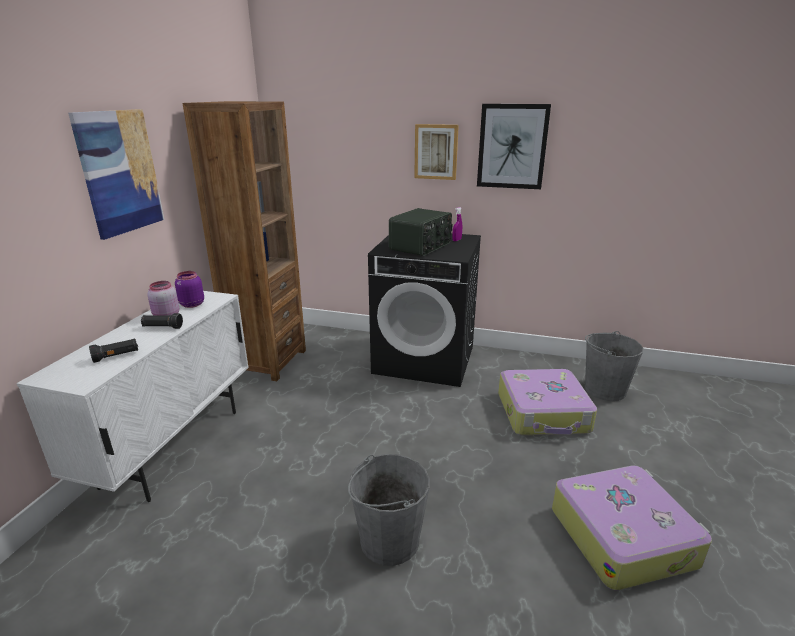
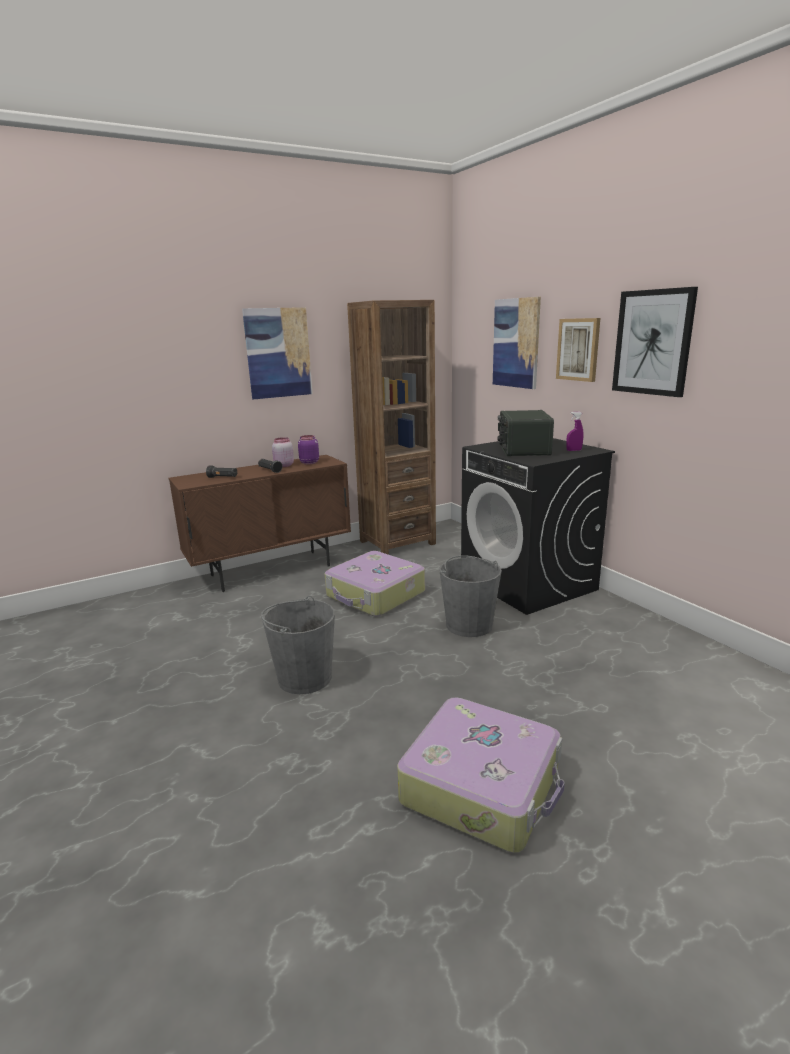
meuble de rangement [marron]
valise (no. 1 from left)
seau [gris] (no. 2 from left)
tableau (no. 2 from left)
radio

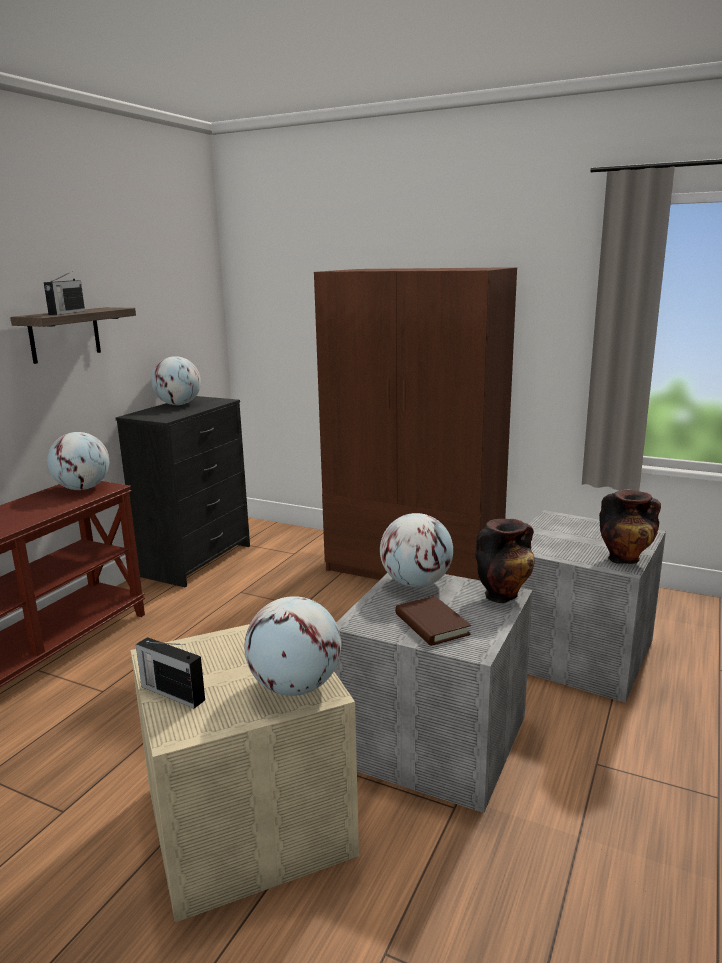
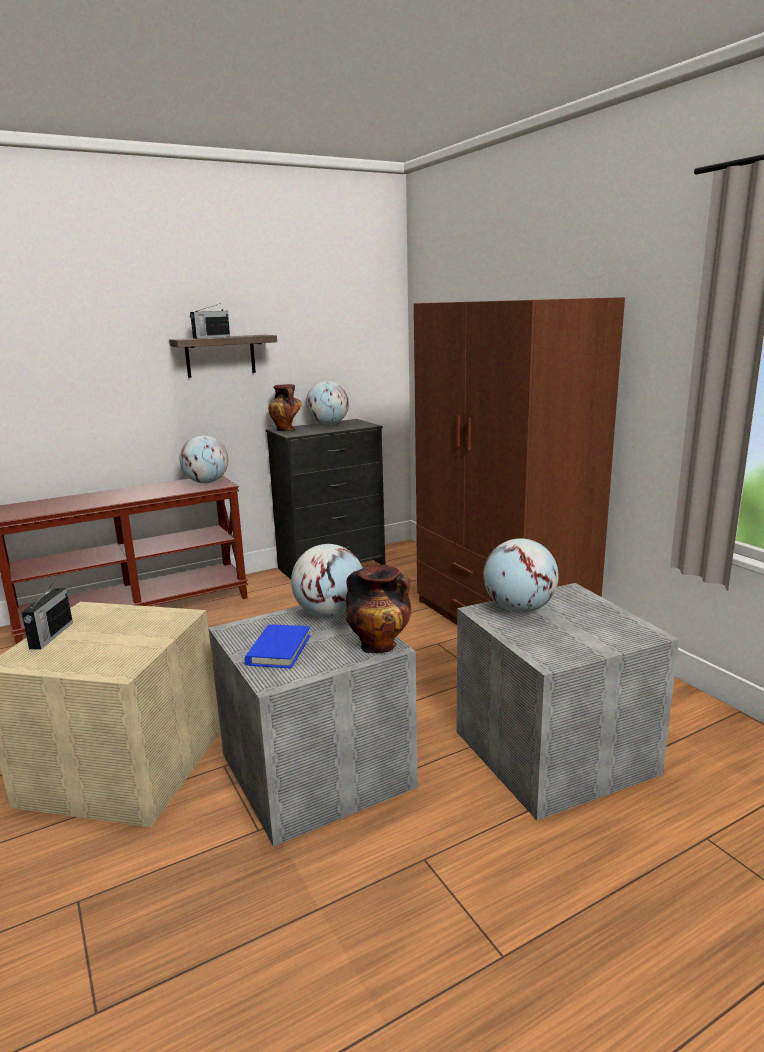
radio (no. 1 from left)
livre [bleu]
vase (no. 1 from left)
globe (no. 4 from left)

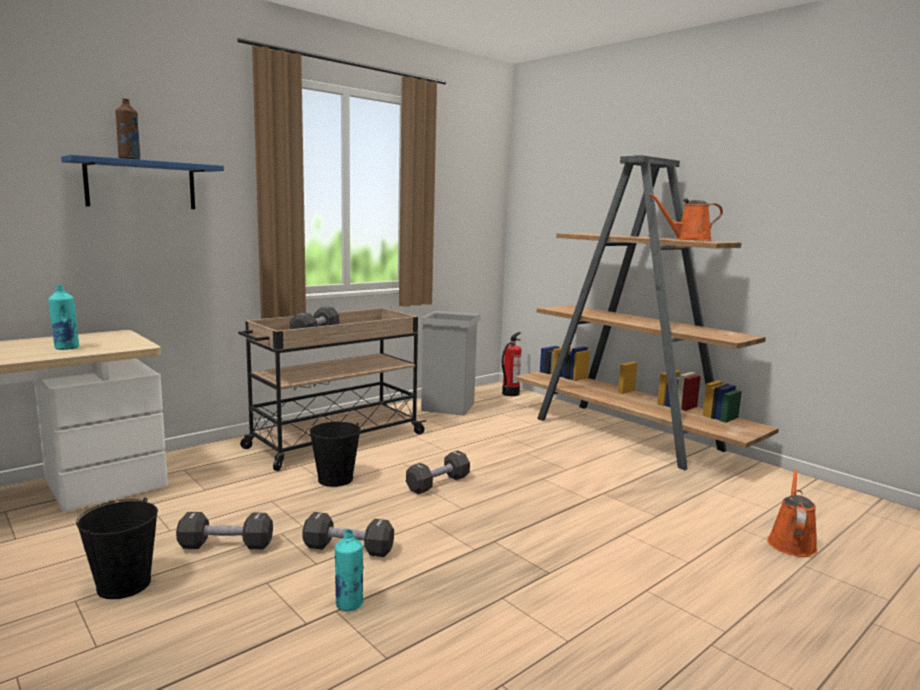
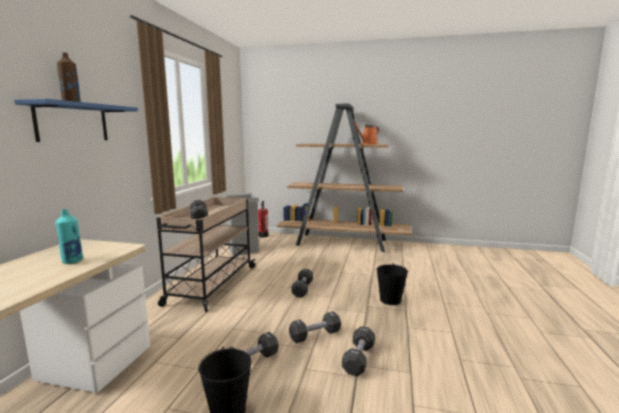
haltère [noir] (no. 5 from left)
seau [noir] (no. 2 from left)
arrosoir [orange] (no. 2 from left in the first image)

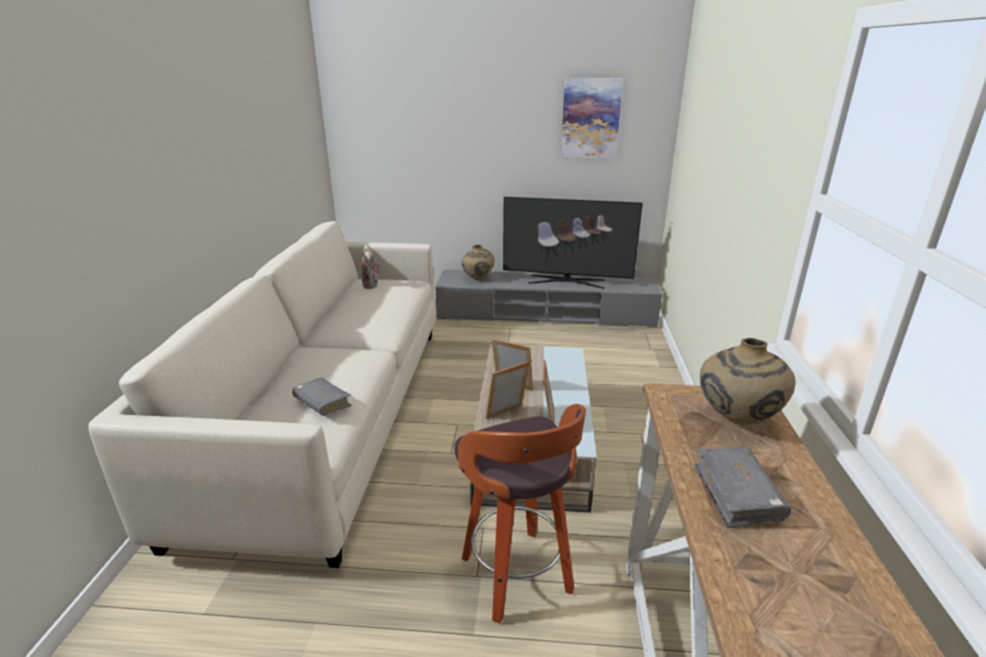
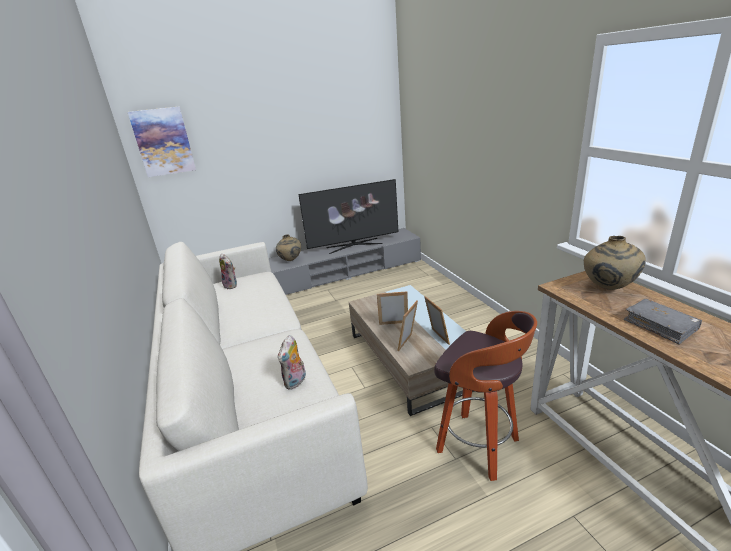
tableau
peluche (no. 2 from left)

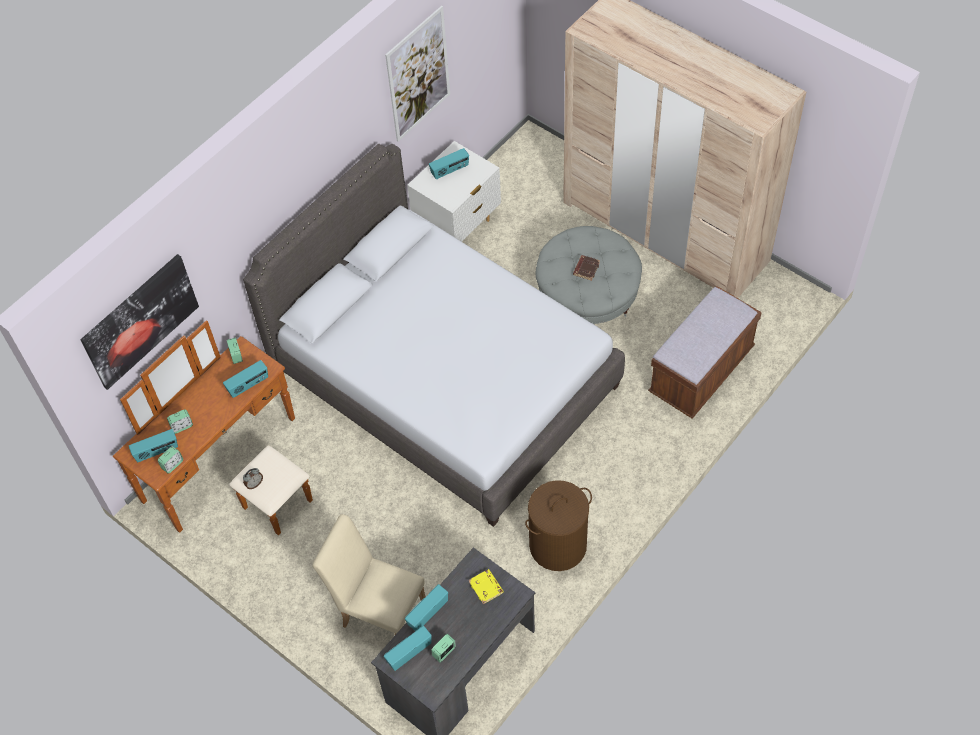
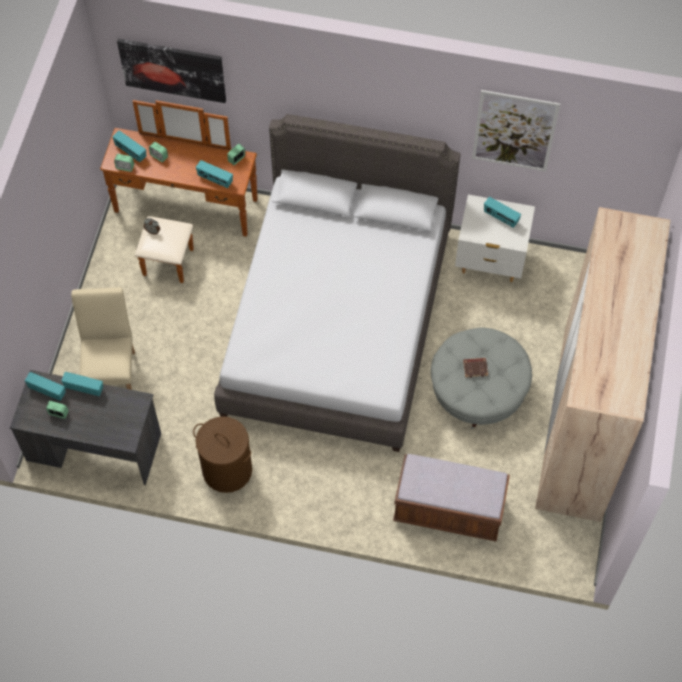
livre [jaune]

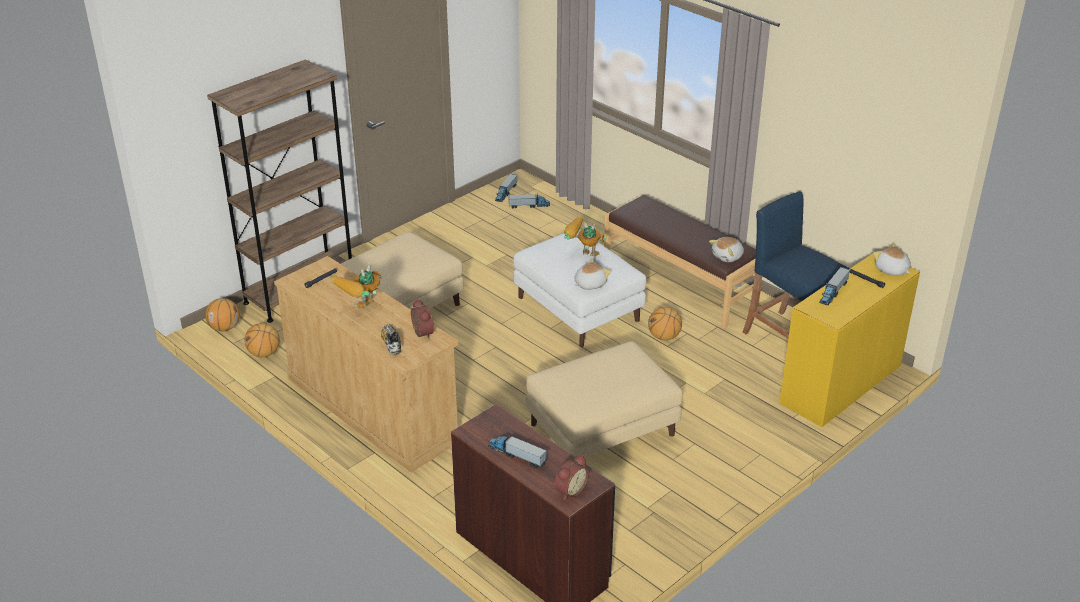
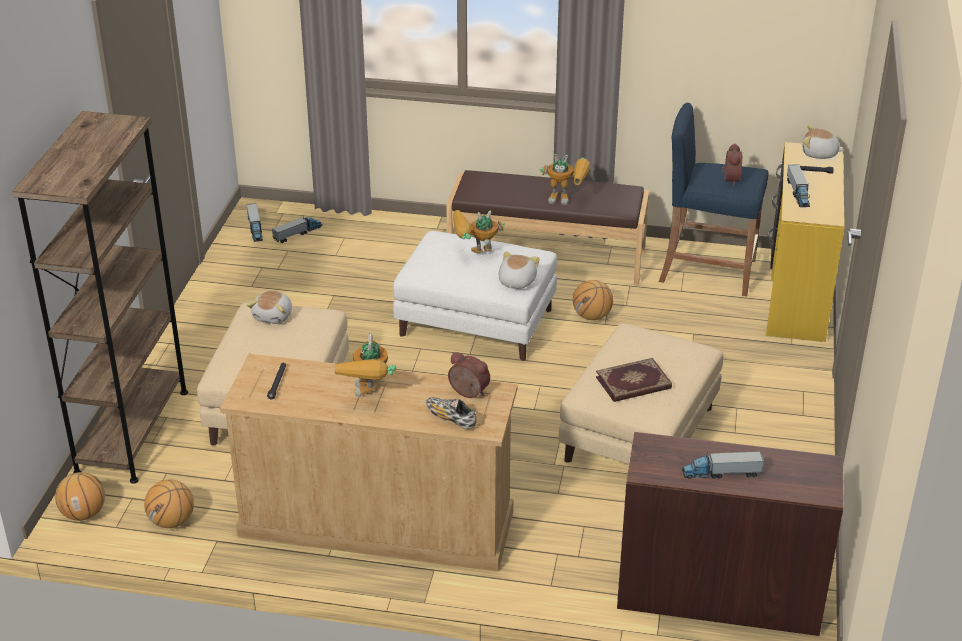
peluche (no. 1 from left)
robot jouet (no. 3 from left)
livre
réveil (no. 2 from left)

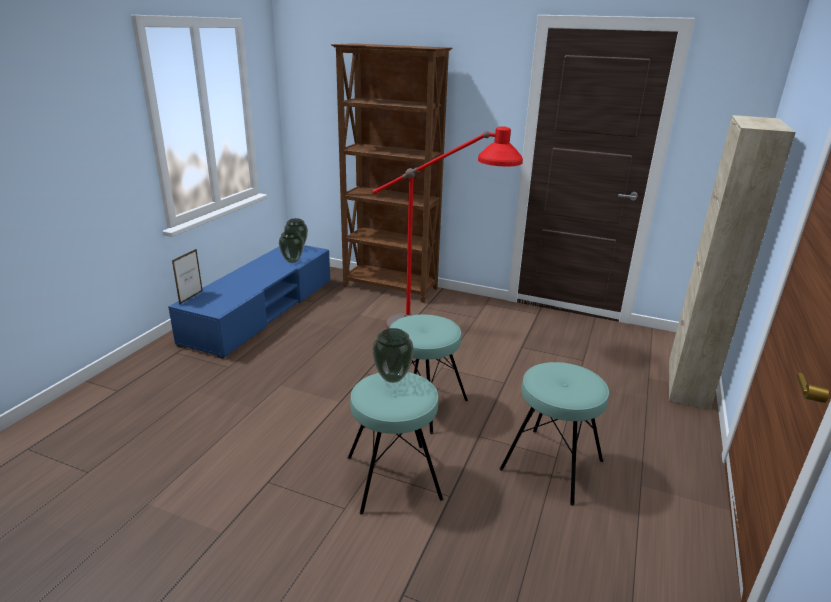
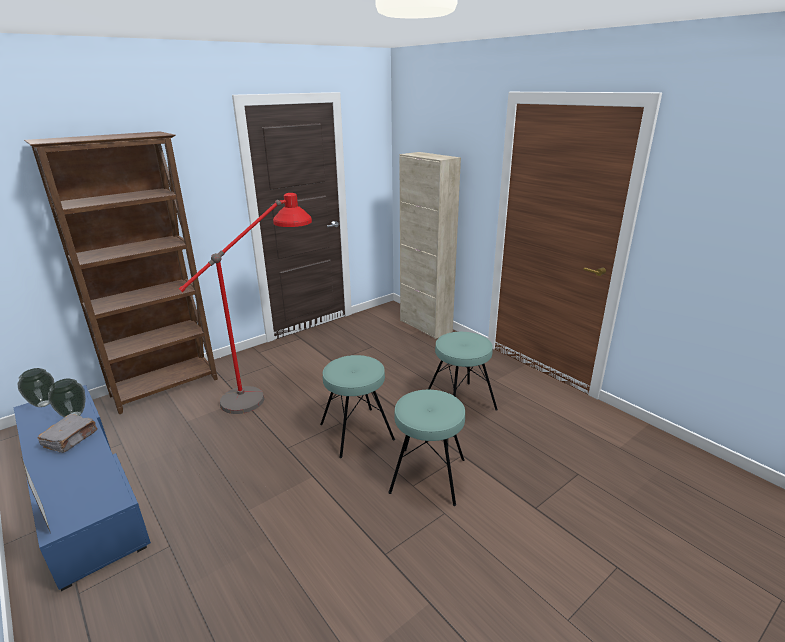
livre [gris]
vase (no. 3 from left in the first image)

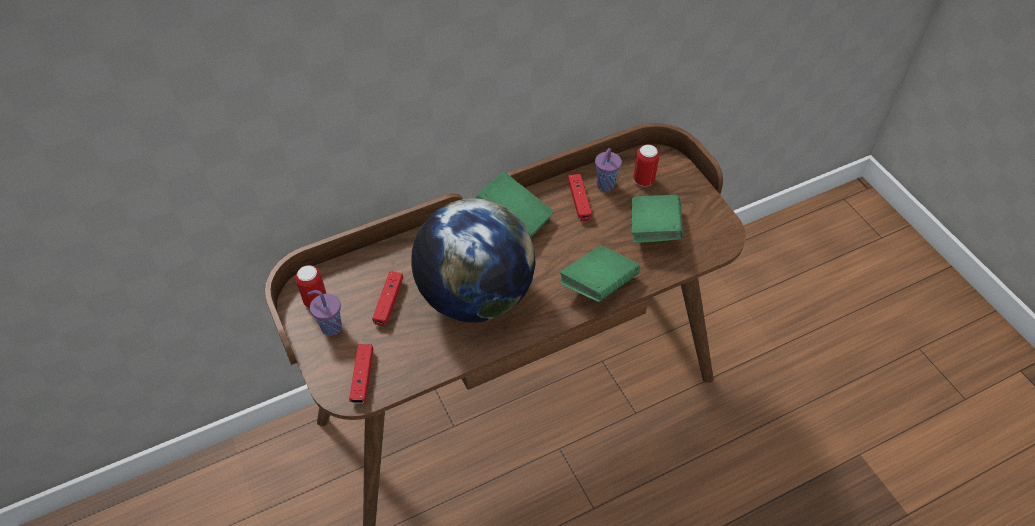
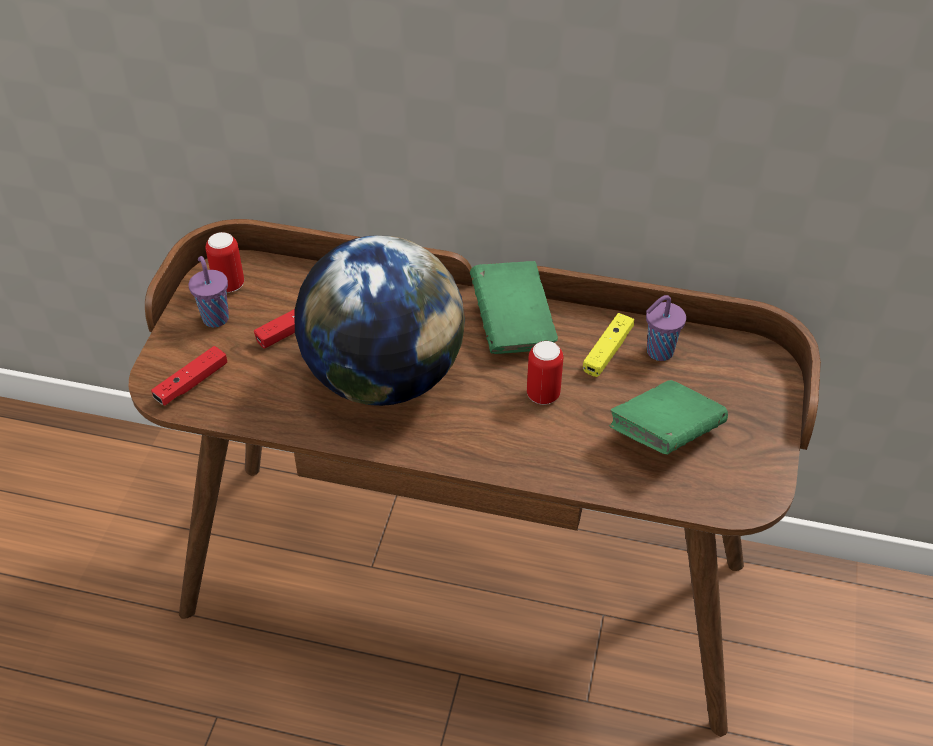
boîte métallique (no. 2 from left)
manette [jaune]
livre [vert] (no. 2 from left in the first image)

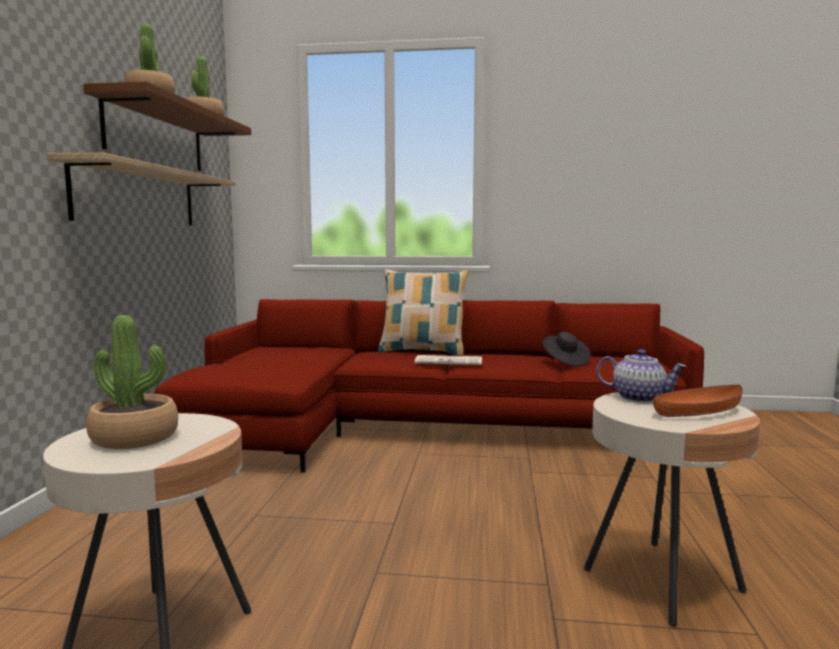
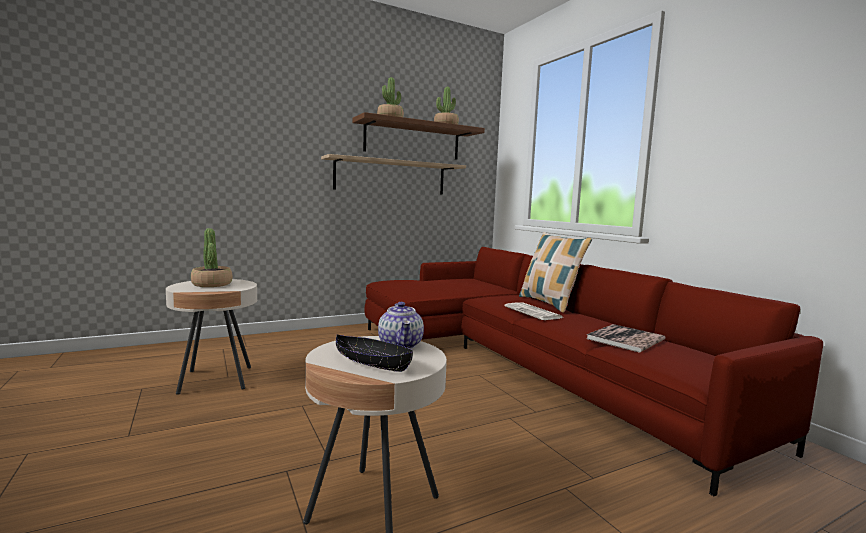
bol [noir]
livre

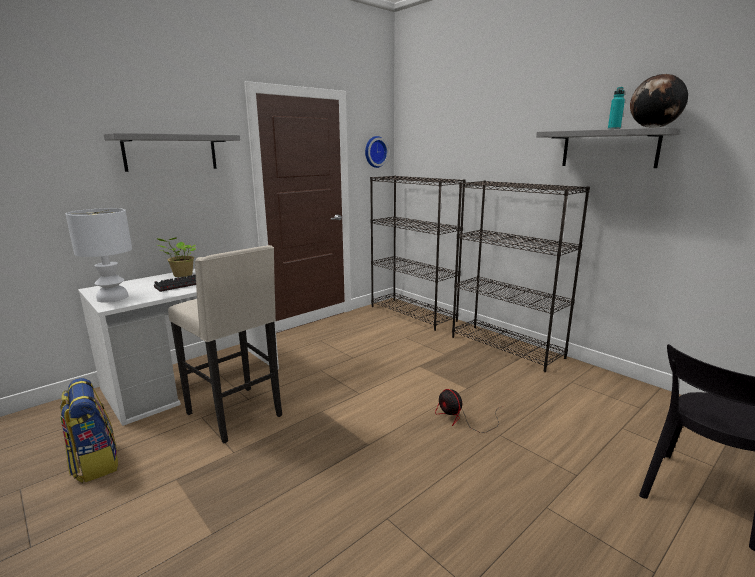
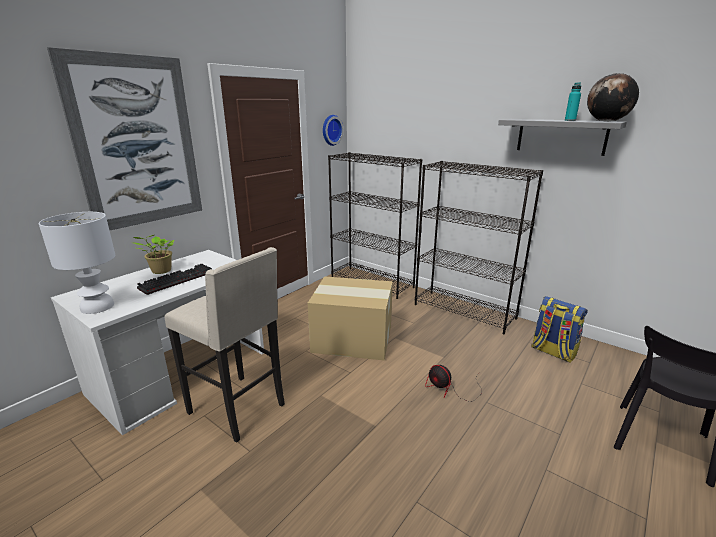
tableau
carton
sac à dos

